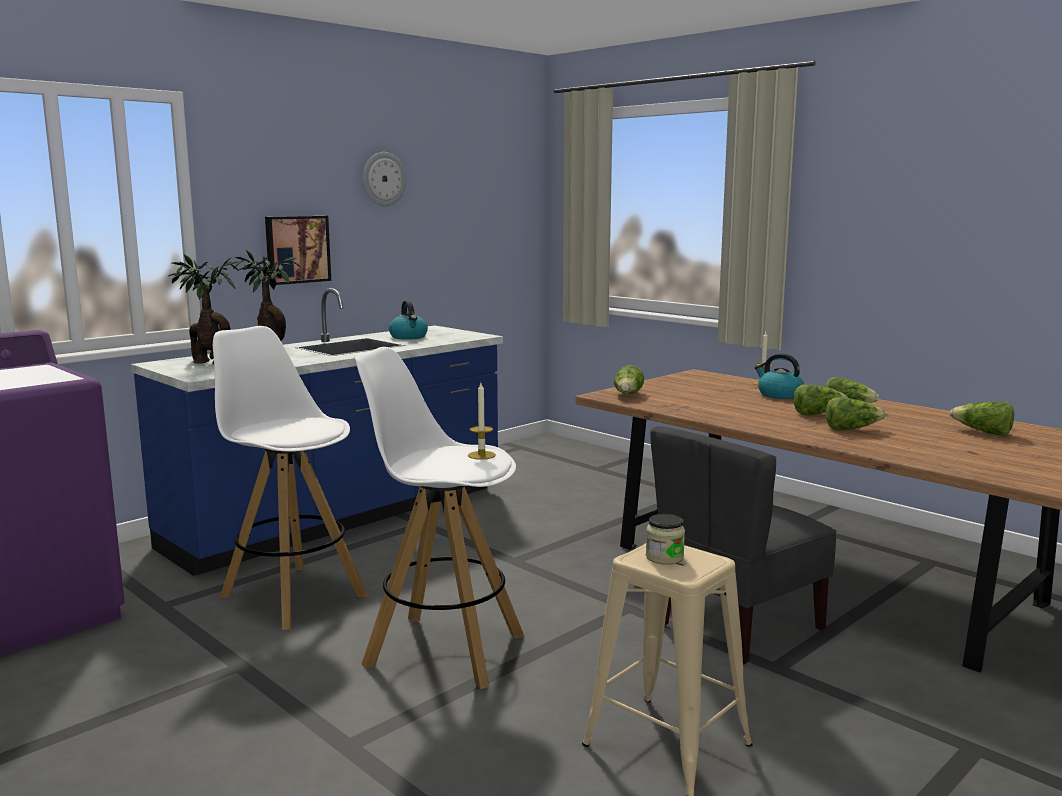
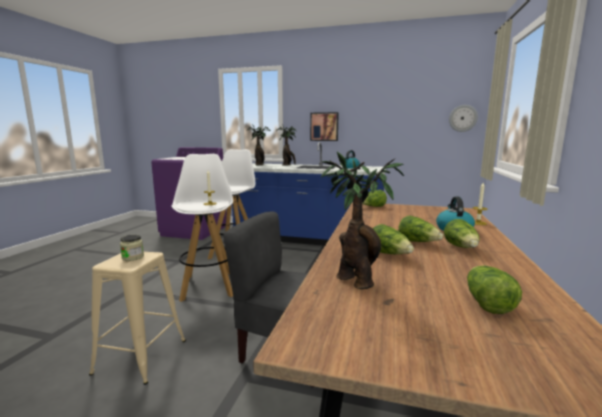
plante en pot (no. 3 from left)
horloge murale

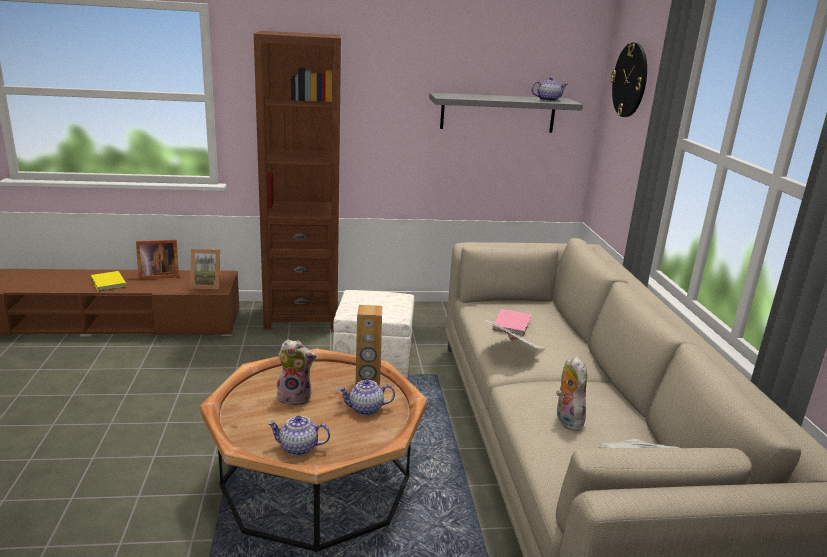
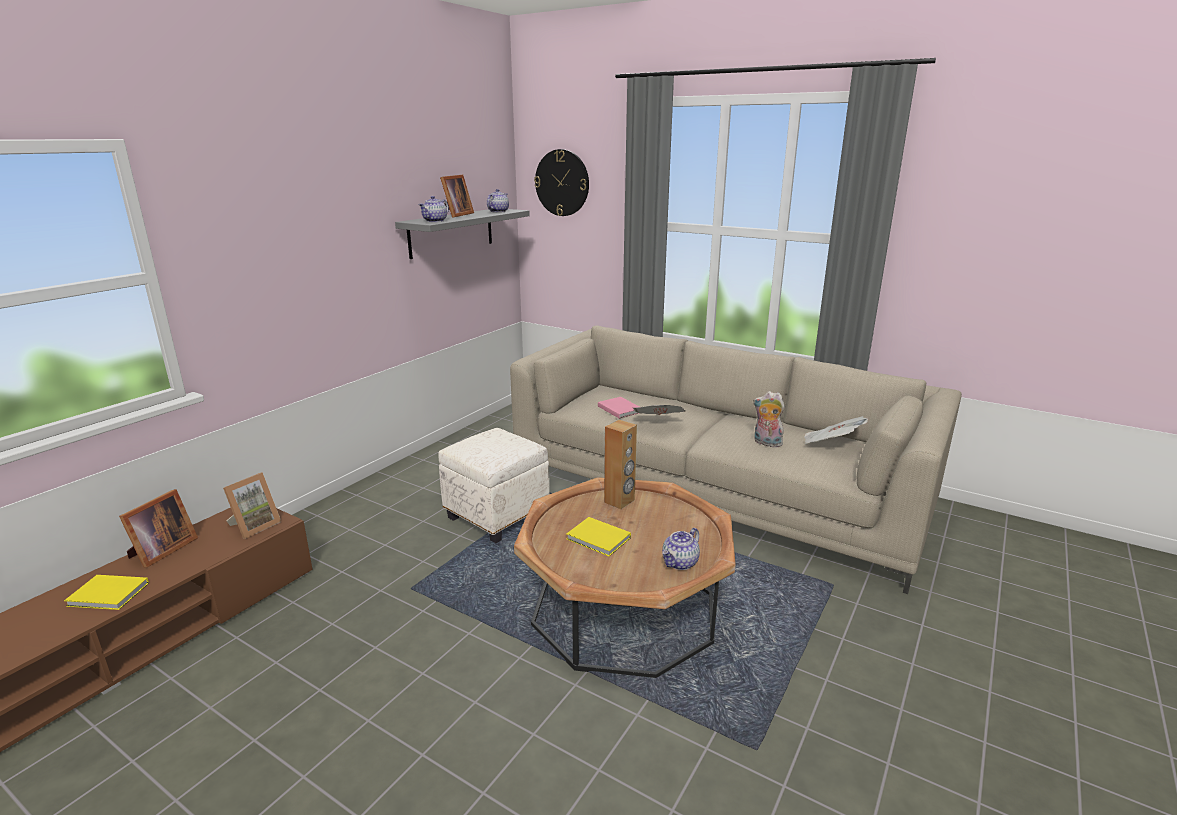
théière (no. 1 from left)
cadre photo (no. 3 from left)
livre [jaune] (no. 2 from left)
bibliothèque [marron]

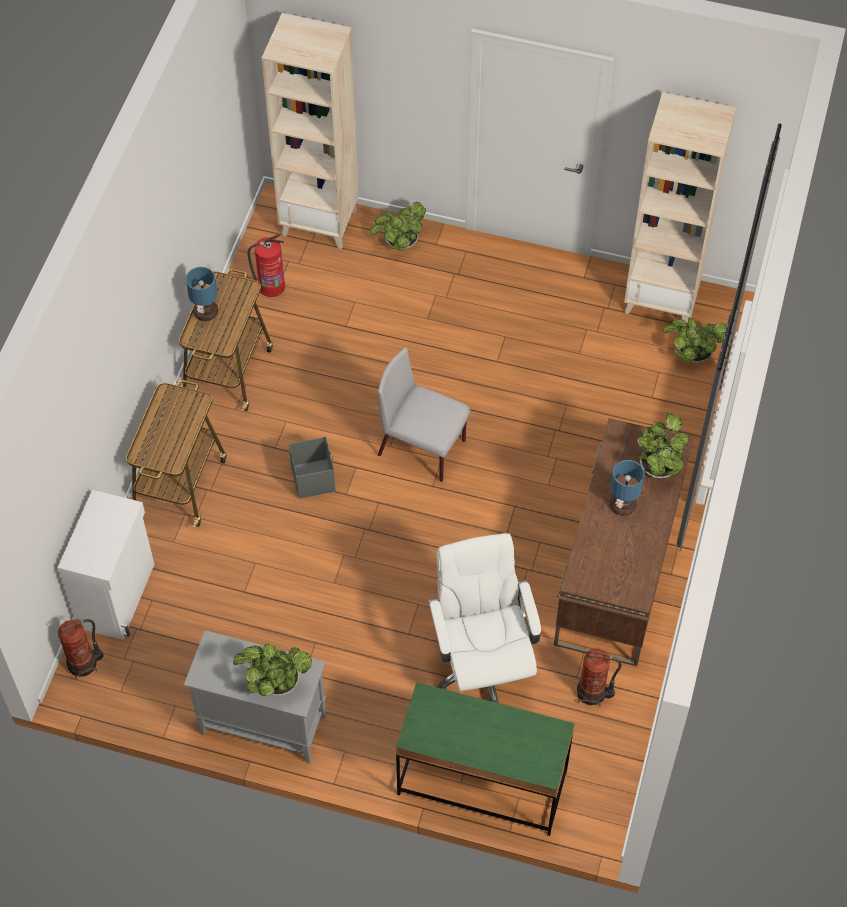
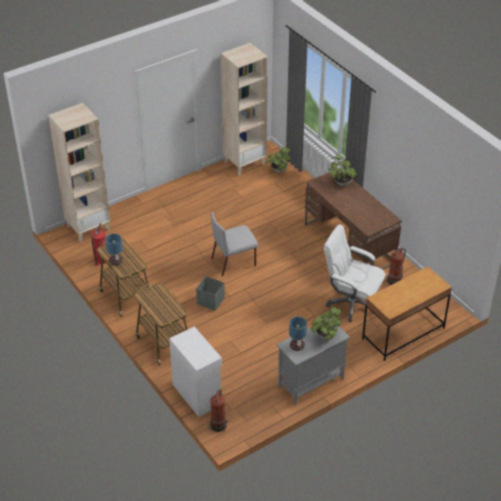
lampe de table (no. 2 from left)
bureau [marron] (no. 2 from left)
plante en pot (no. 2 from left in the first image)

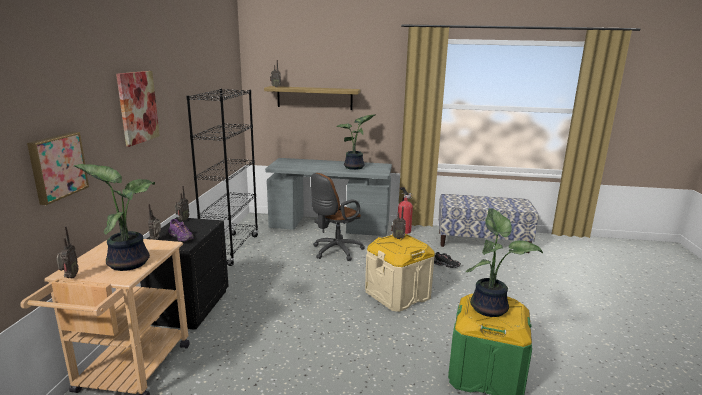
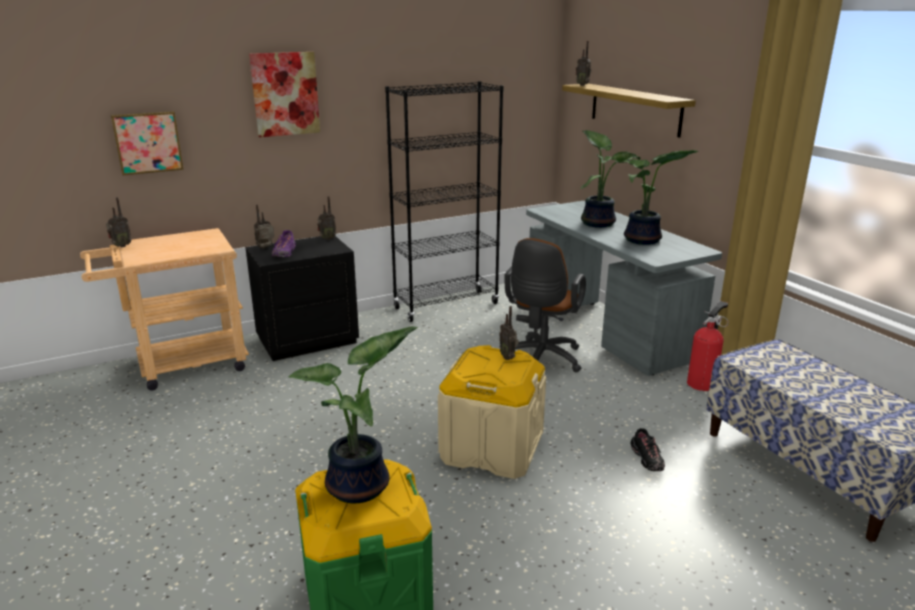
chaise de bureau [marron]
plante en pot (no. 2 from left)

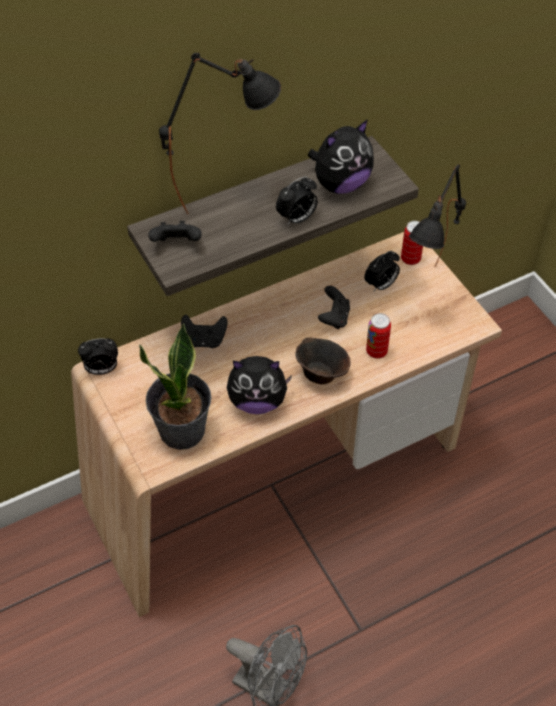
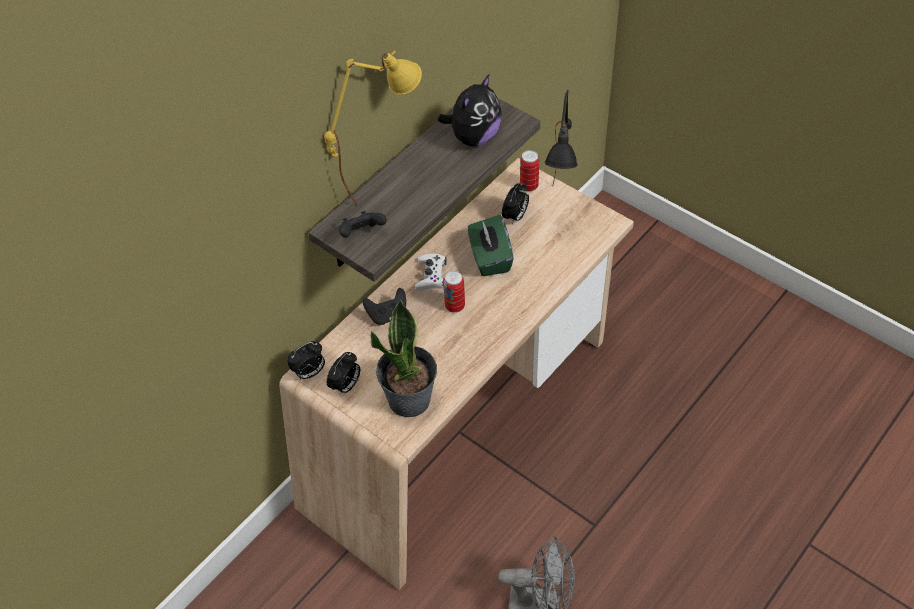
lampe de table [jaune]
réveil (no. 2 from left)
manette [blanc]
boîte métallique (no. 1 from left)
boîte à mouchoirs [vert]
peluche (no. 1 from left in the first image)
bol [marron]

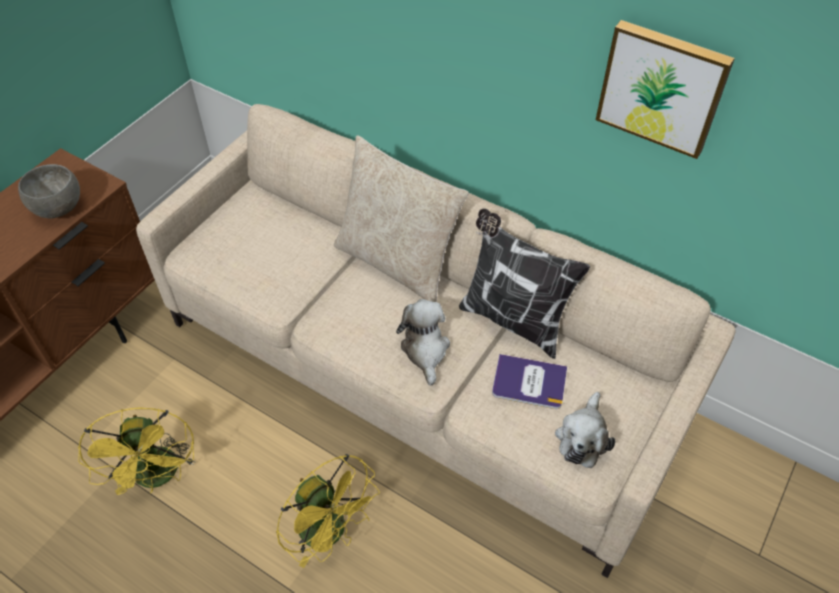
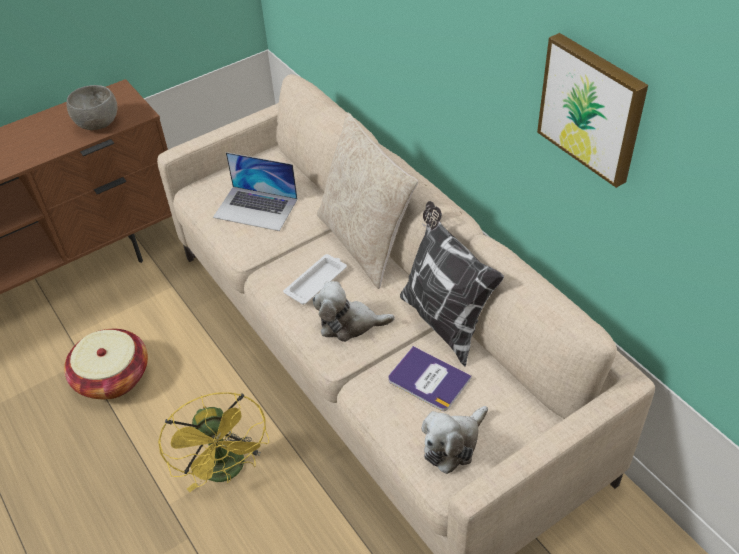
panier
ordinateur portable
plateau [blanc]
peluche (no. 1 from left)

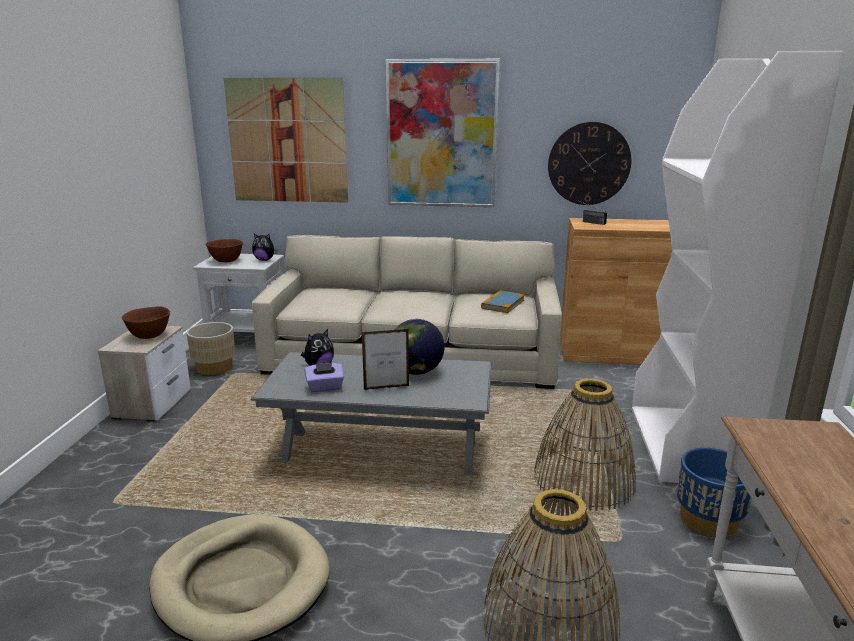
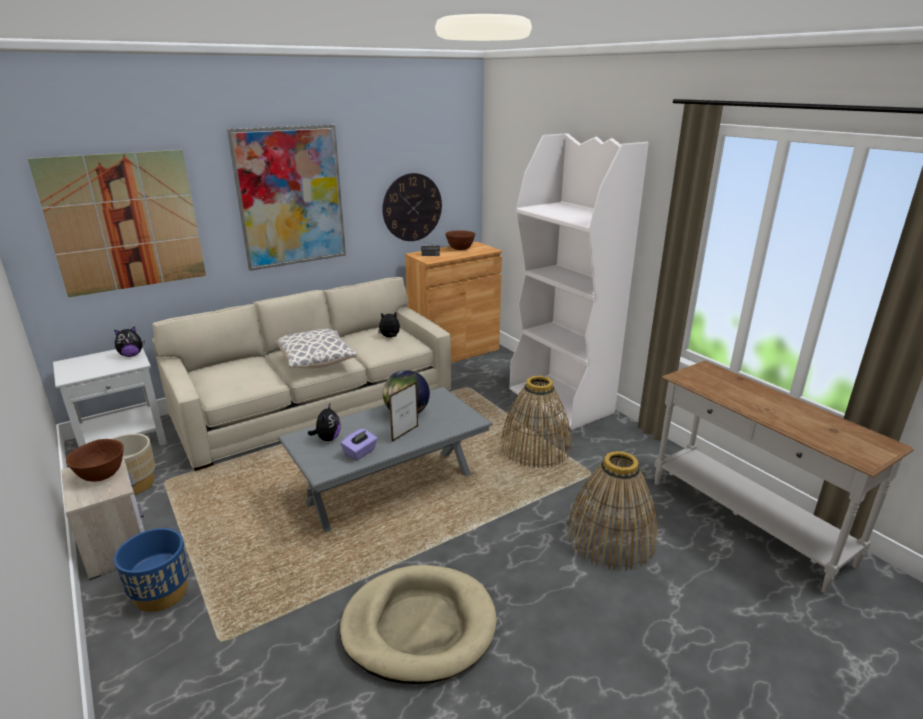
cache-pot [bleu]
coussin
peluche (no. 3 from left)
bol [marron] (no. 2 from left)

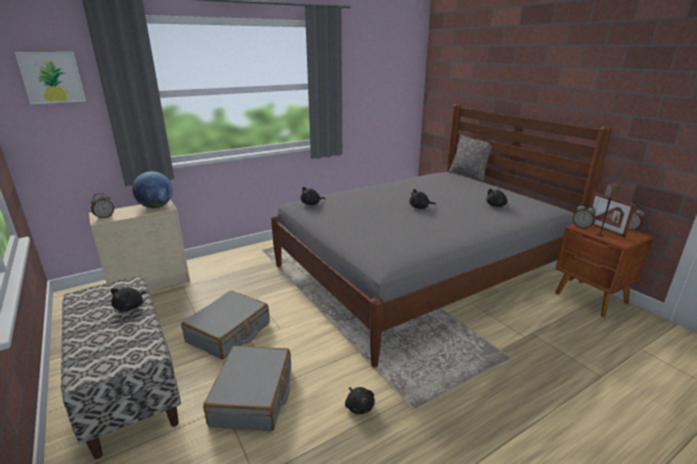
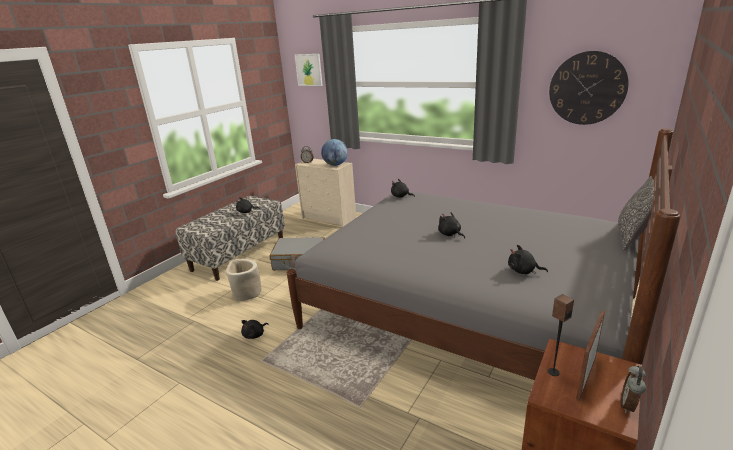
cache-pot [beige]
horloge murale
réveil (no. 2 from left in the first image)

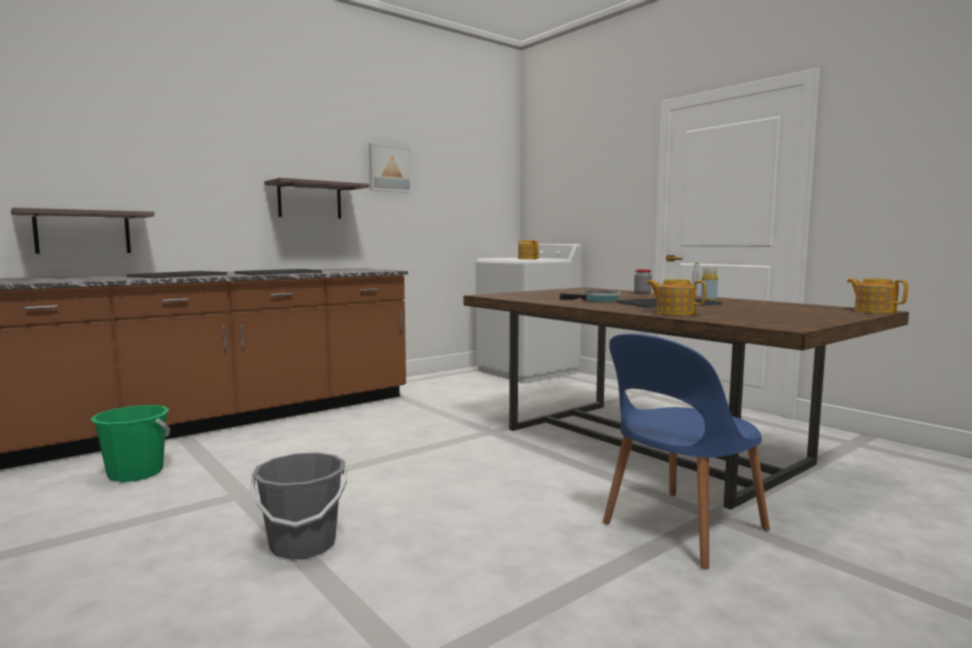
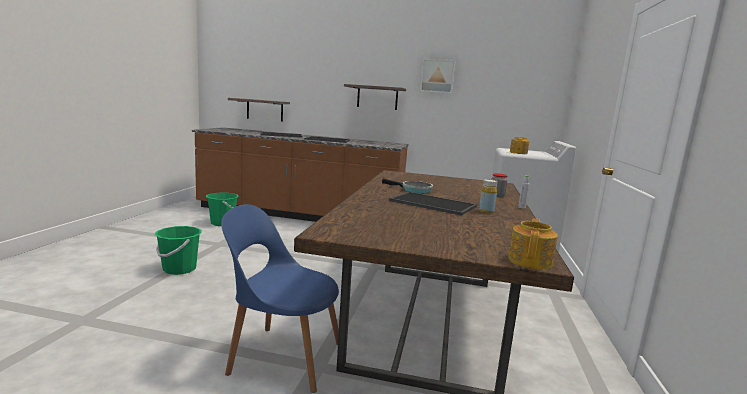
seau [vert] (no. 1 from left)
théière (no. 2 from left in the first image)

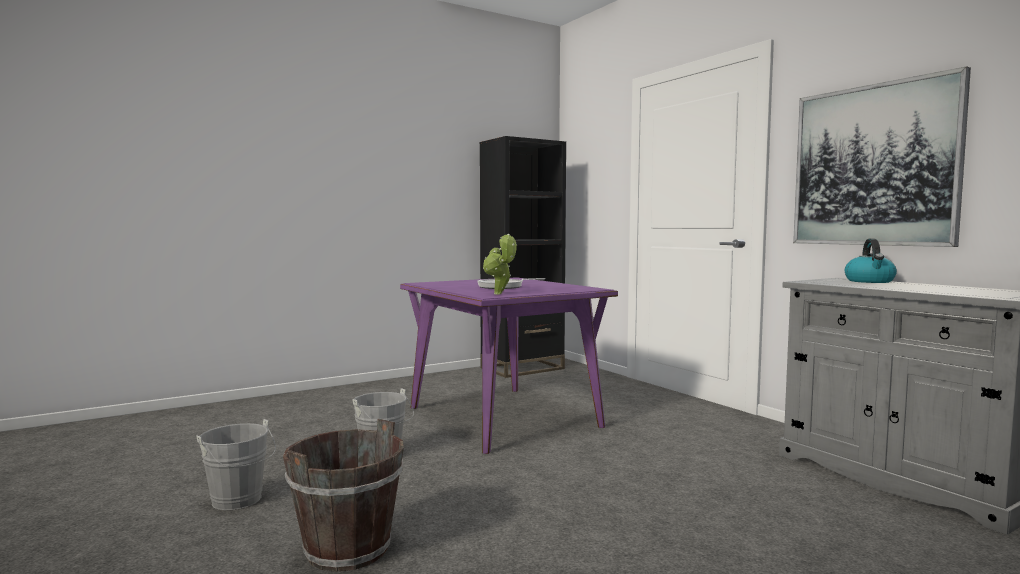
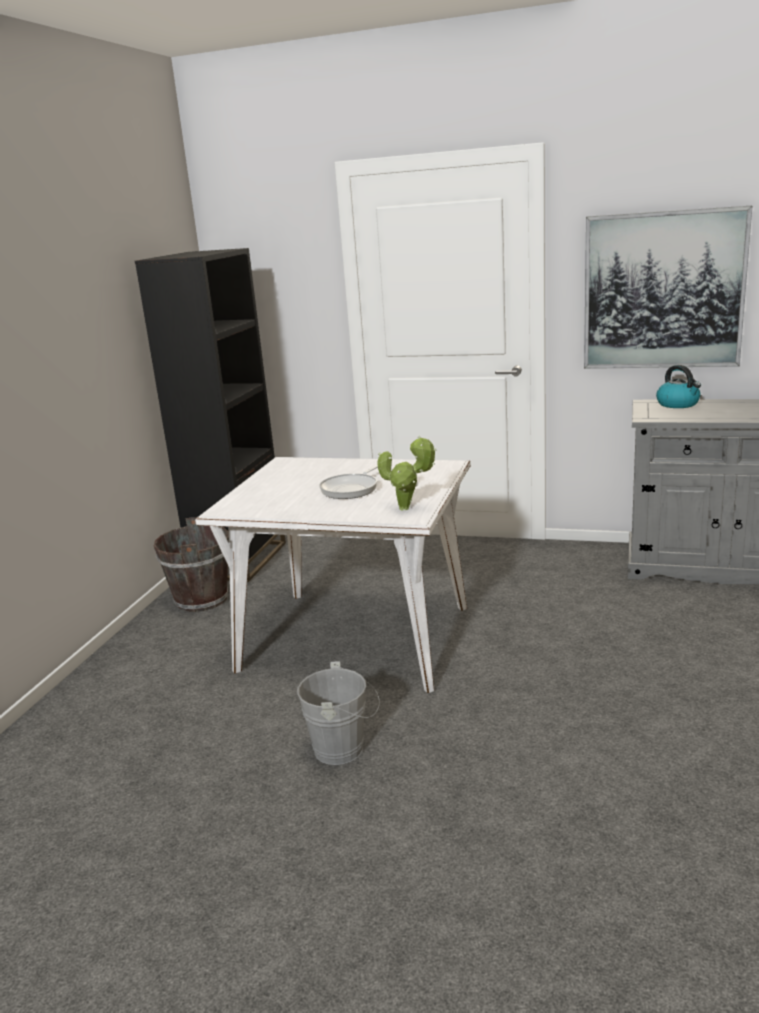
seau [marron]
table à manger [blanc]
seau [gris] (no. 1 from left in the first image)

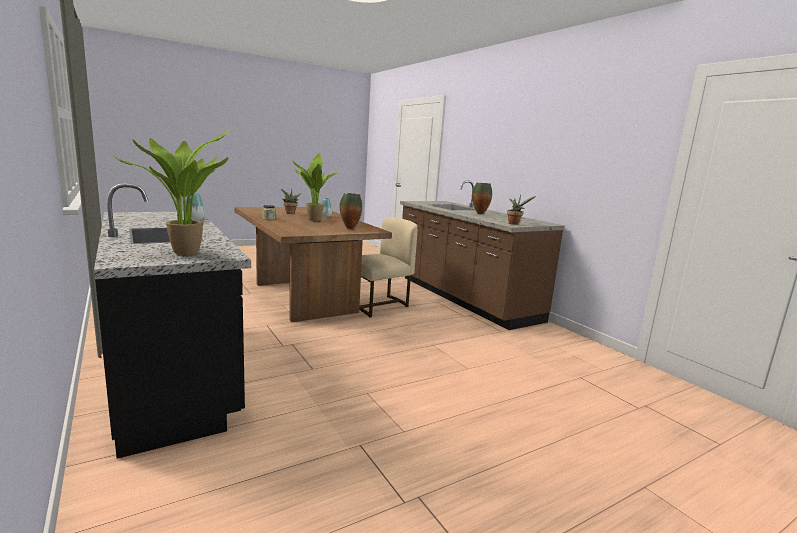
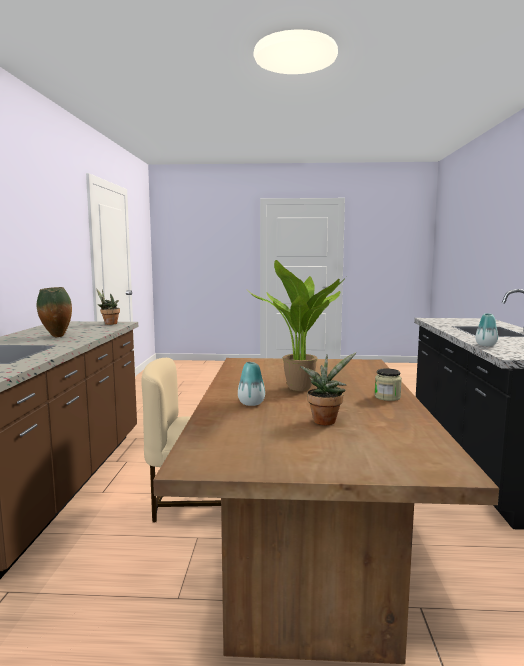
plante en pot (no. 1 from left in the first image)
vase (no. 3 from left in the first image)

